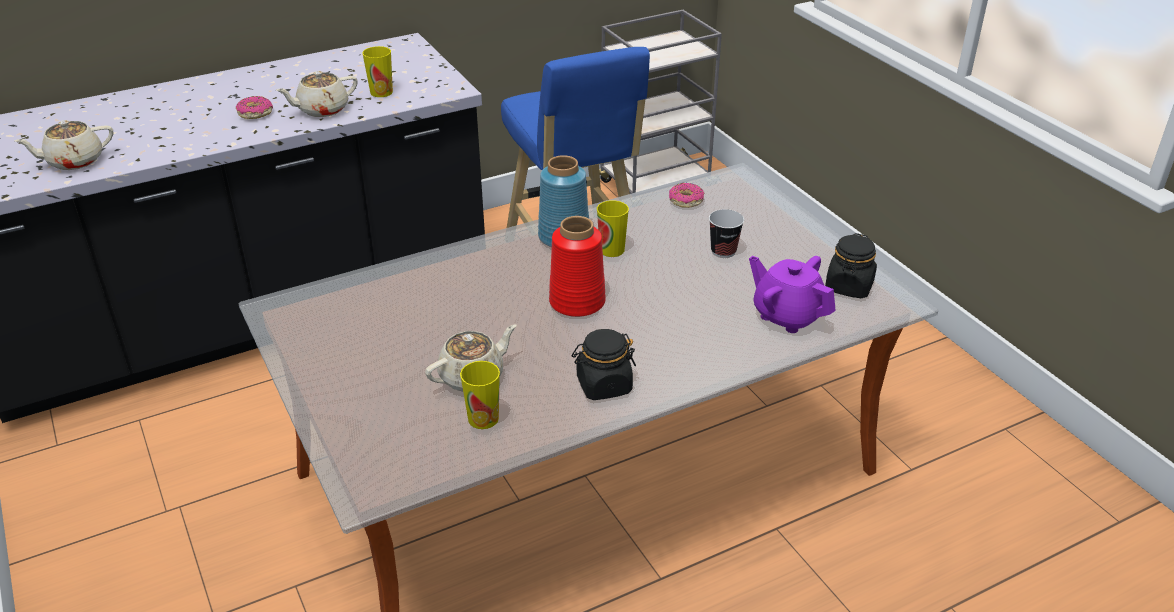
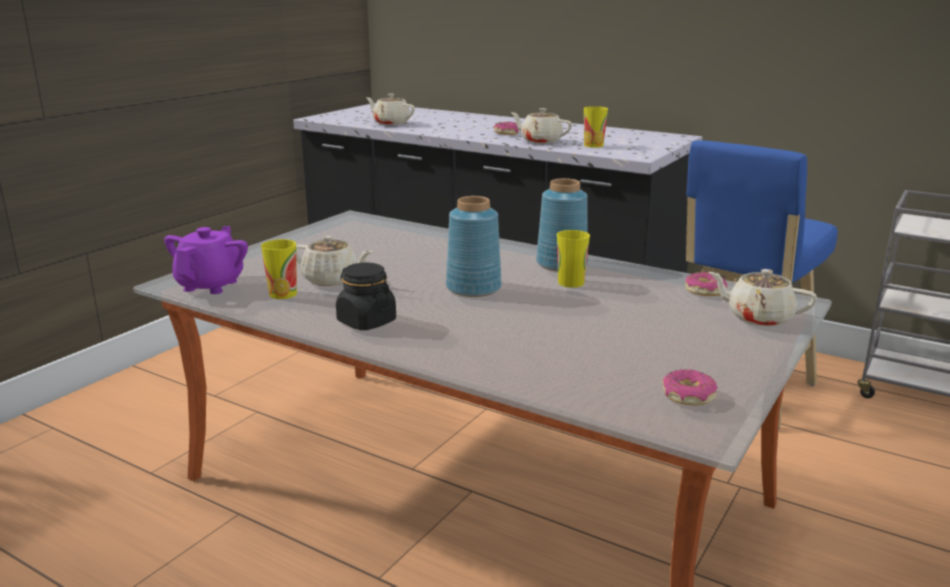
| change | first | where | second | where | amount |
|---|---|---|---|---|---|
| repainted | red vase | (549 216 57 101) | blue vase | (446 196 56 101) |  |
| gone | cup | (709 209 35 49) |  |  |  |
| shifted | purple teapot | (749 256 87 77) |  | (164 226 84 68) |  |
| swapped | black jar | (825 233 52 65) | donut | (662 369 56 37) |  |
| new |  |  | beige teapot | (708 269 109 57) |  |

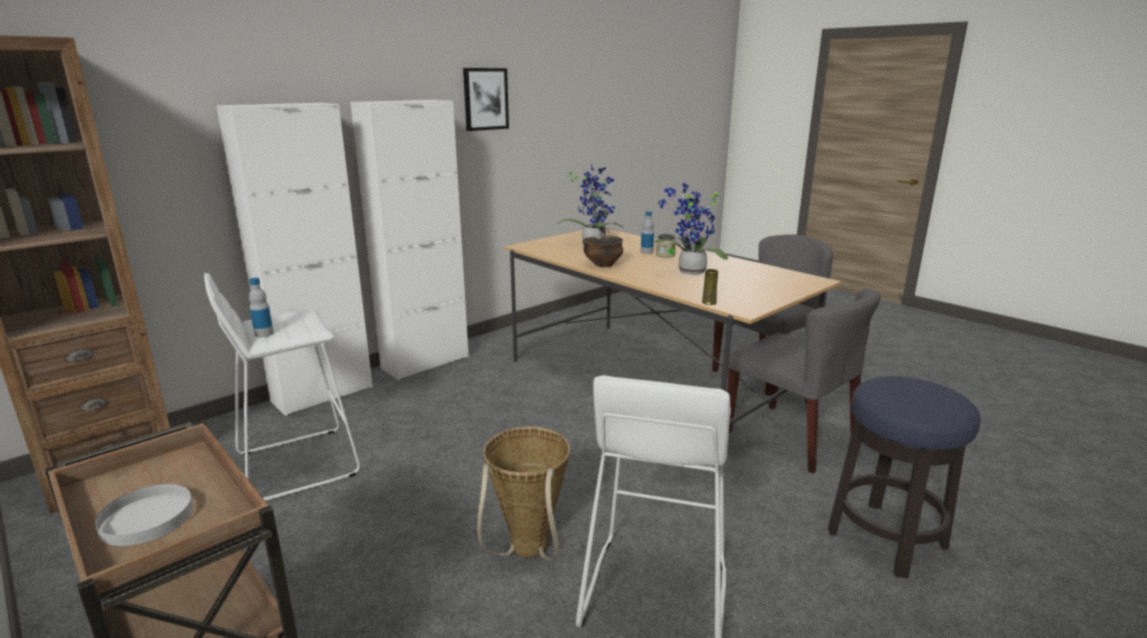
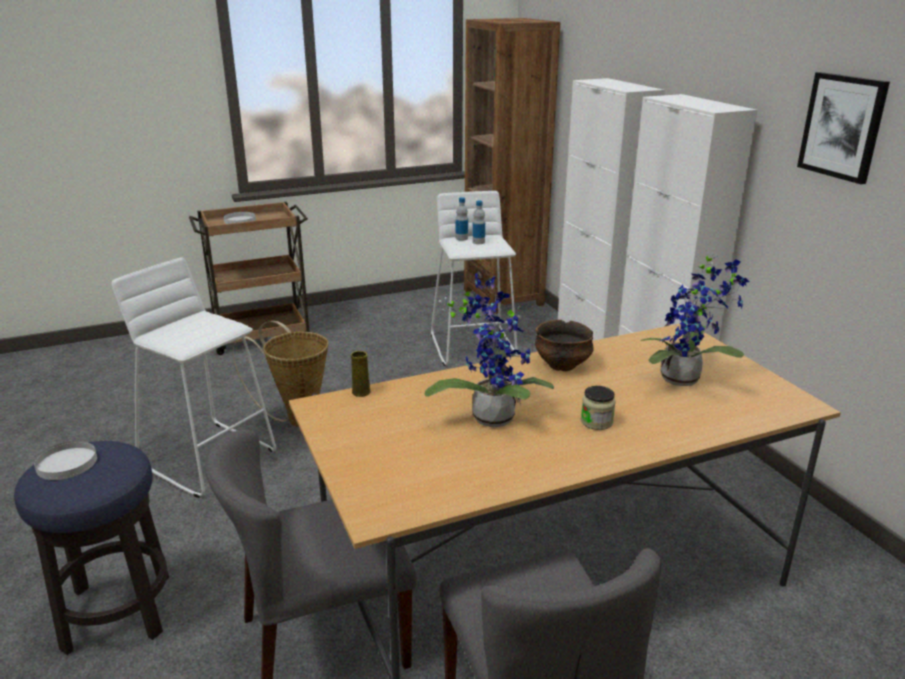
| change | first | where | second | where | amount |
|---|---|---|---|---|---|
| shifted | bottle | (641 211 13 43) |  | (472 201 13 43) |  |
| new |  |  | white plate | (34 441 63 39) |  |

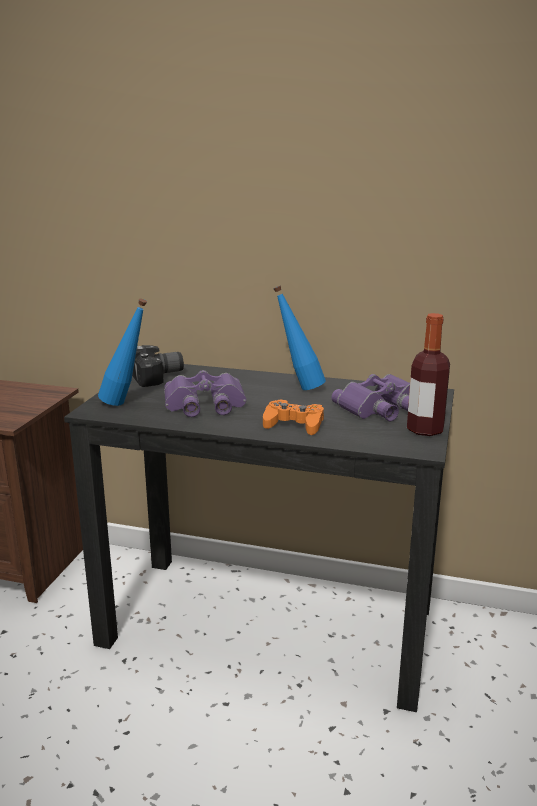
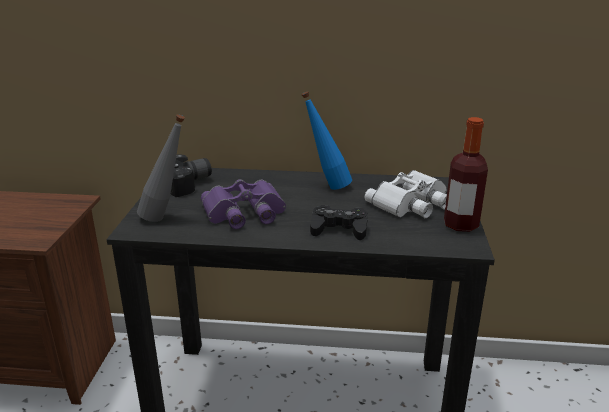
| change | first | where | second | where | amount |
|---|---|---|---|---|---|
| repainted | blue bottle | (98 299 49 107) | grey bottle | (137 115 48 107) |  |
| repainted | orange game controller | (263 400 61 35) | black game controller | (310 205 58 35) |  |
| repainted | purple binoculars | (331 374 79 48) | white binoculars | (364 170 83 48) |  |

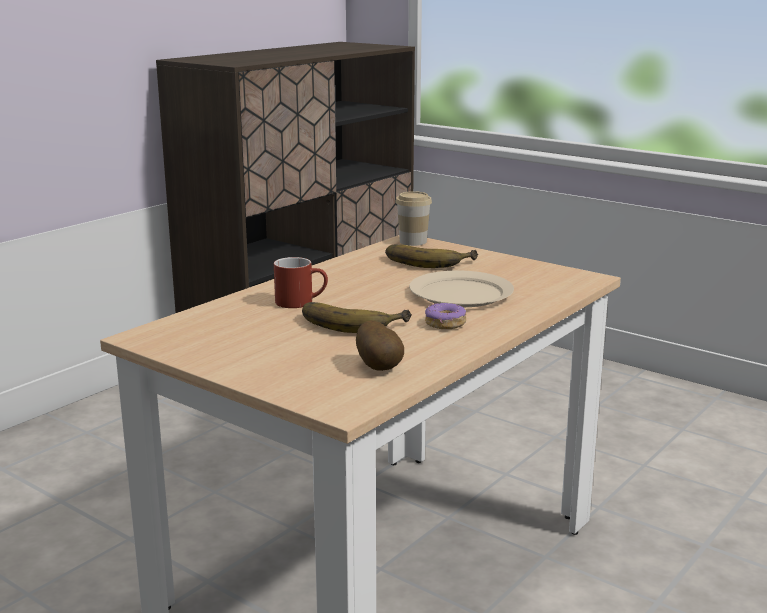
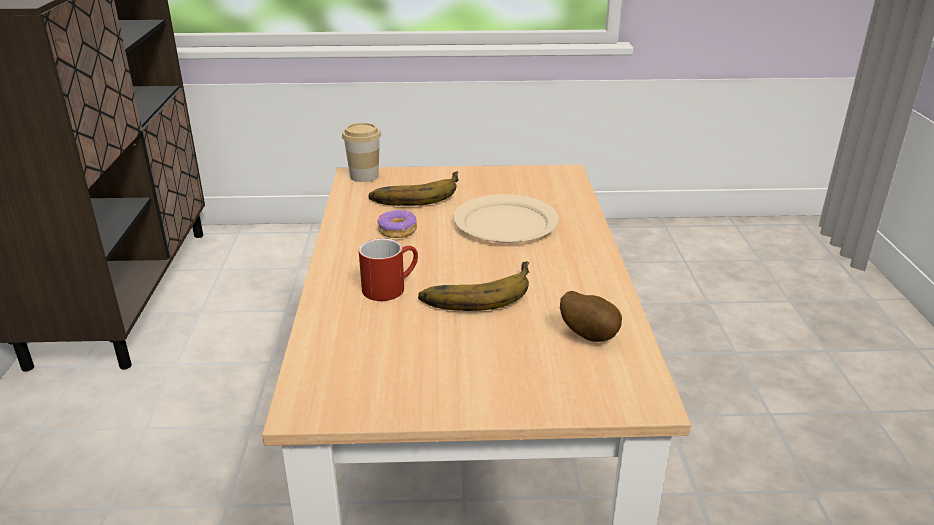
| change | first | where | second | where | amount |
|---|---|---|---|---|---|
| shifted | donut | (425 303 41 26) |  | (377 210 40 28) |  |

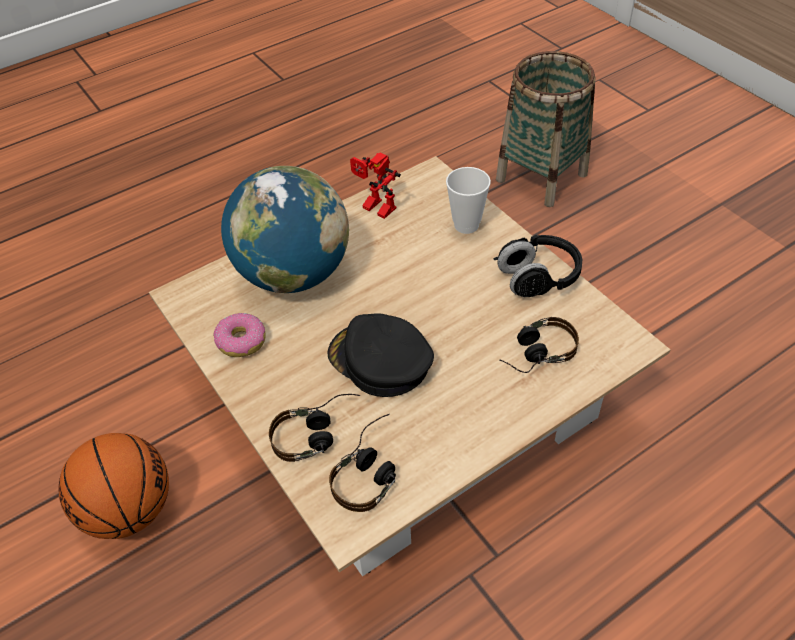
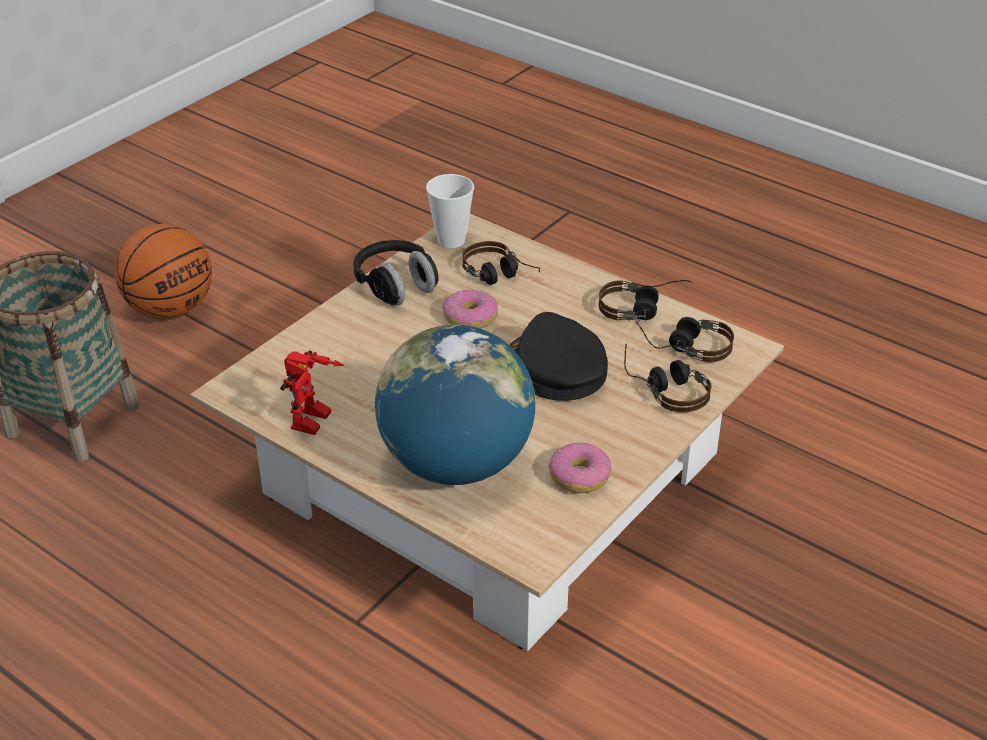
| change | first | where | second | where | amount |
|---|---|---|---|---|---|
| shifted | basketball | (59 433 110 106) |  | (114 224 98 95) |  |
| rotated | black cap | (327 313 107 84) |  | (509 312 99 89) | 135 degrees clockwise |
| shifted | cup | (446 167 45 67) |  | (426 174 48 74) |  |
| new |  |  | donut | (442 290 56 39) |  |
| new |  |  | headphones | (599 280 93 40) |  |

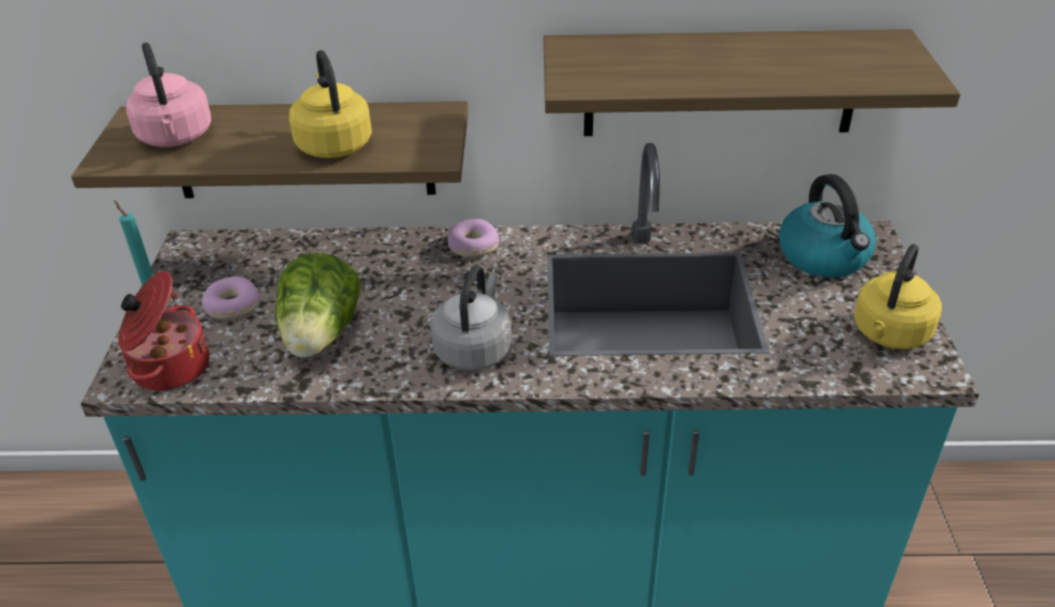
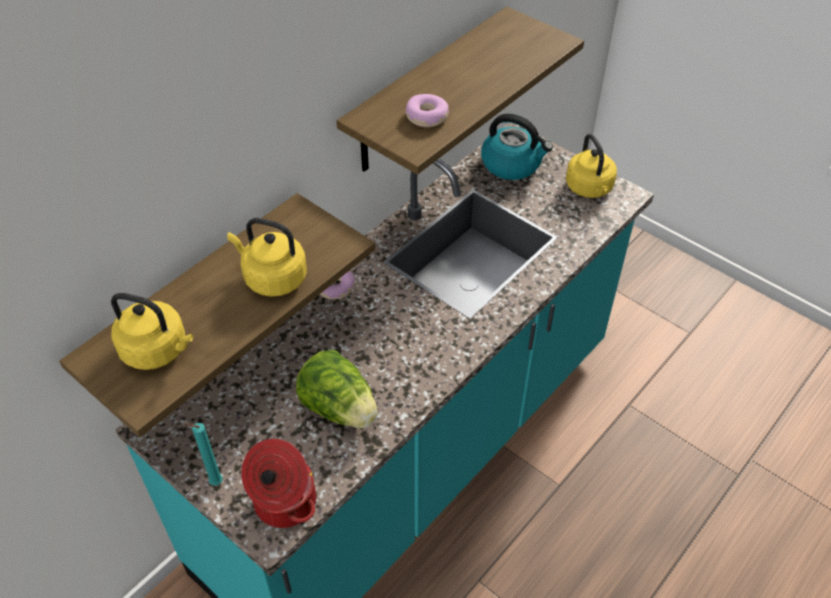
| change | first | where | second | where | amount |
|---|---|---|---|---|---|
| repainted | pink kettle | (126 42 85 105) | yellow kettle | (111 293 82 77) |  |
| shifted | donut | (202 276 58 44) |  | (406 94 43 33) |  |
| gone | grey kettle | (430 265 82 105) |  |  |  |

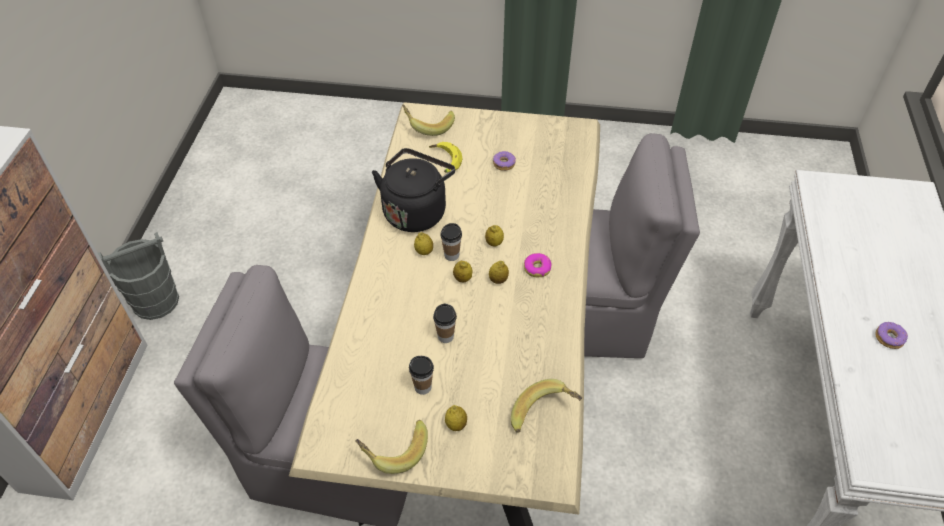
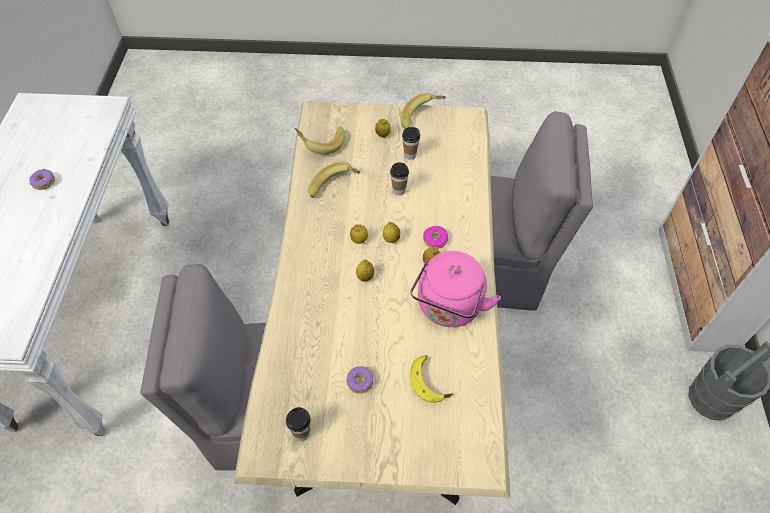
| change | first | where | second | where | amount |
|---|---|---|---|---|---|
| repainted | black kettle | (372 148 83 84) | pink kettle | (410 251 91 76) |  |
| shifted | banana | (402 105 53 31) |  | (308 161 52 37) |  |
| shifted | cup | (440 223 22 38) |  | (286 407 25 34) |  |
| shifted | donut | (524 253 28 24) |  | (423 226 25 23) |  |

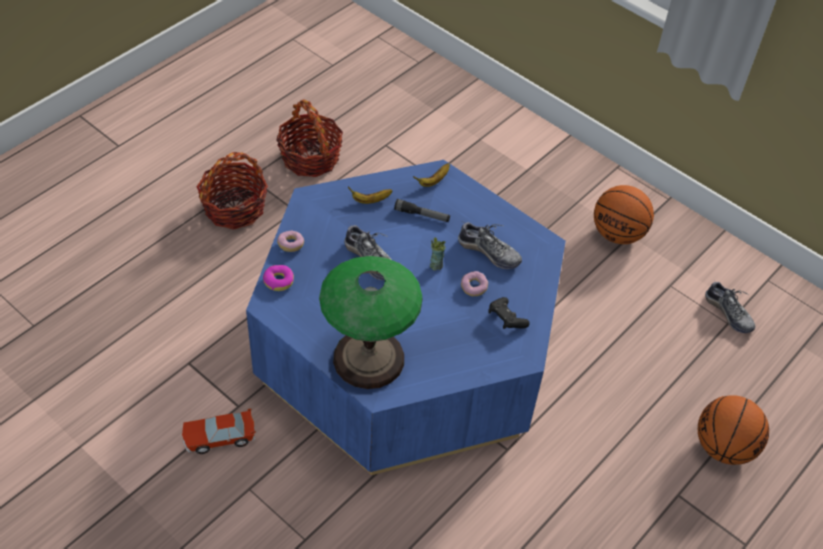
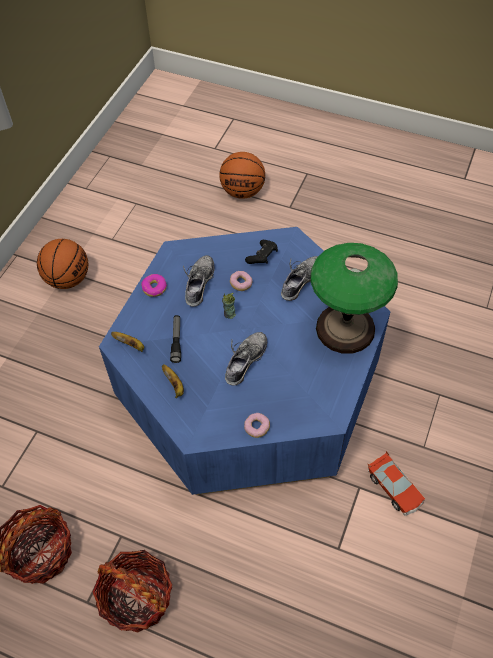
| change | first | where | second | where | amount |
|---|---|---|---|---|---|
| shifted | donut | (263 265 31 26) |  | (141 274 26 23) |  |
| shifted | shoe | (705 279 50 54) |  | (281 256 37 45) |  |

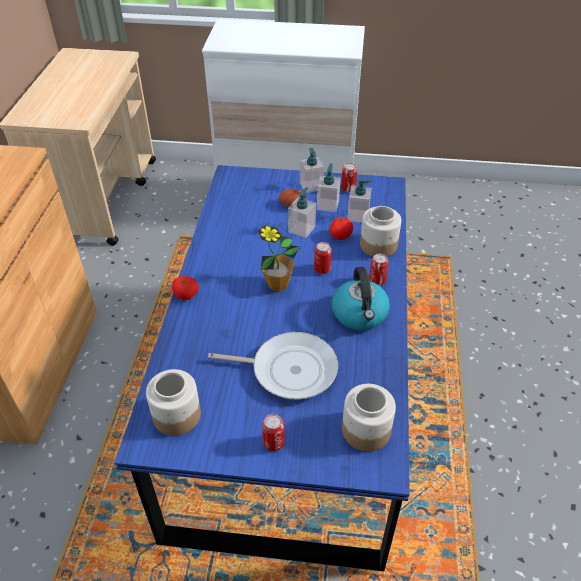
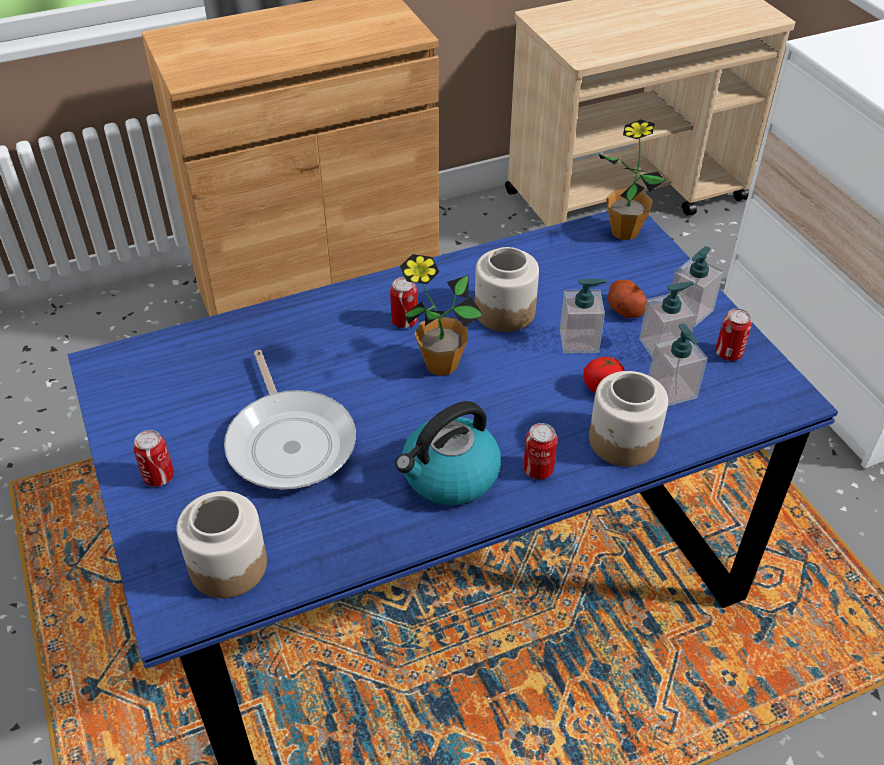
| change | first | where | second | where | amount |
|---|---|---|---|---|---|
| shifted | jar | (146 369 55 67) |  | (475 247 64 85) |  |
| gone | tomato | (172 276 27 24) |  |  |  |
| shifted | can | (314 242 18 32) |  | (390 277 28 51) |  |
| new |  |  | potted plant | (599 119 66 121) |  |

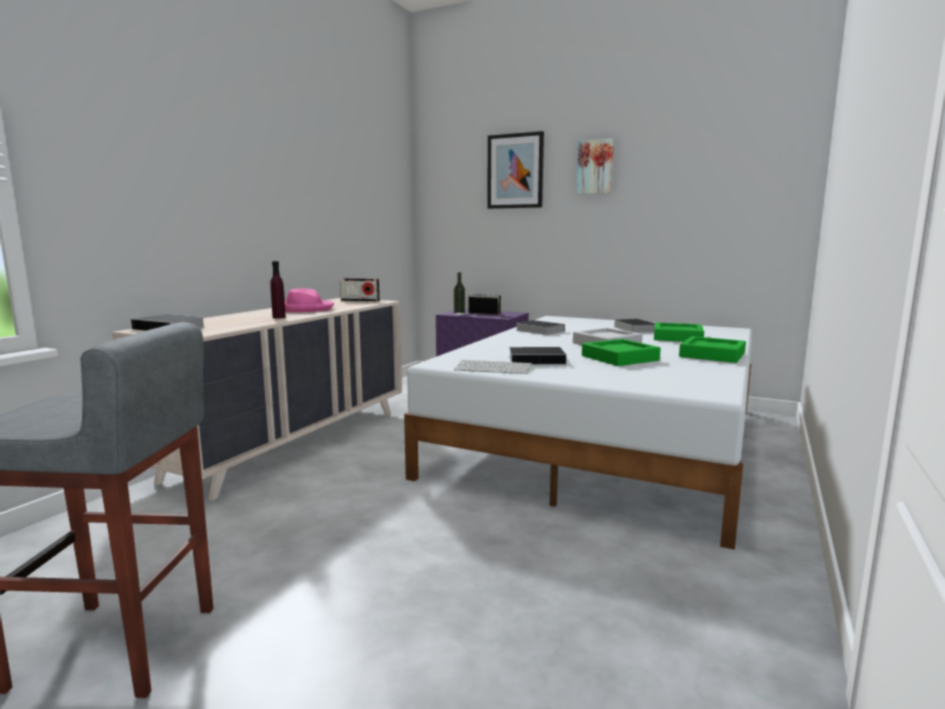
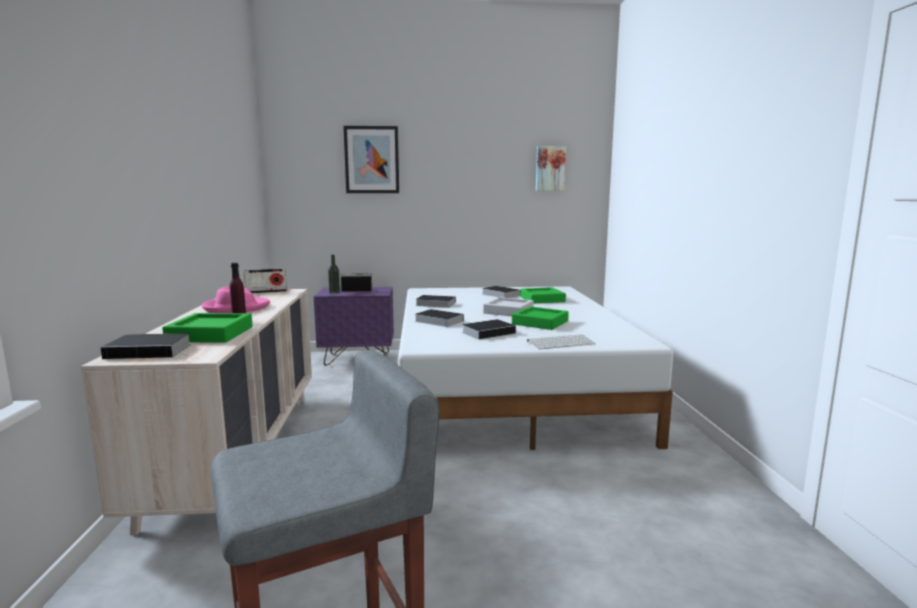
| change | first | where | second | where | amount |
|---|---|---|---|---|---|
| shifted | keyboard | (454 360 78 14) |  | (527 334 68 15) |  |
| shifted | picture | (577 138 37 56) |  | (536 146 30 45) |  |
| shifted | green tray | (679 336 67 27) |  | (162 313 91 30) |  |
| new |  |  | book | (415 309 49 18) |  |

